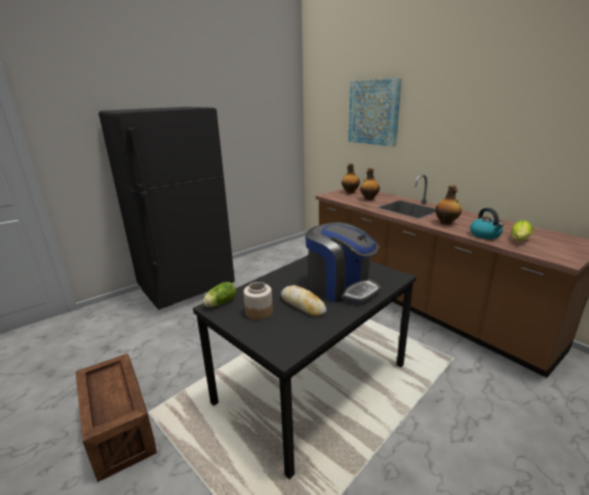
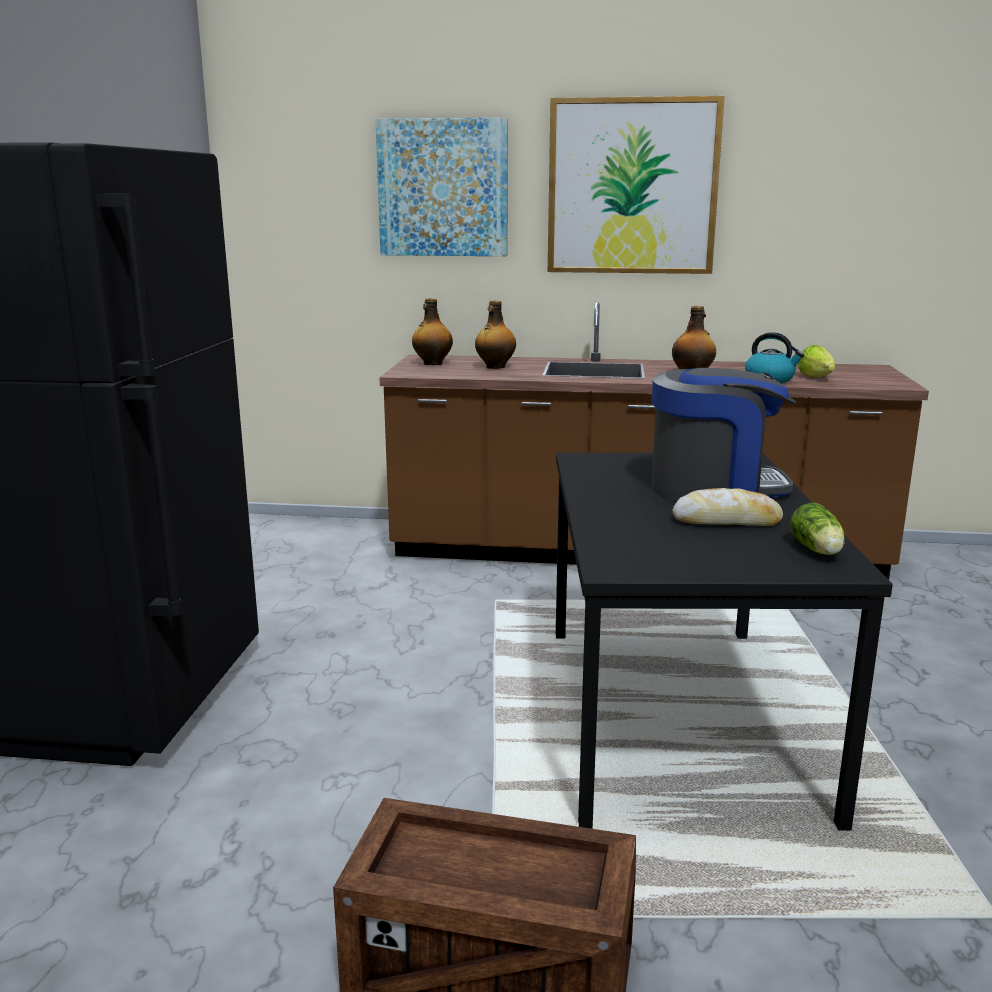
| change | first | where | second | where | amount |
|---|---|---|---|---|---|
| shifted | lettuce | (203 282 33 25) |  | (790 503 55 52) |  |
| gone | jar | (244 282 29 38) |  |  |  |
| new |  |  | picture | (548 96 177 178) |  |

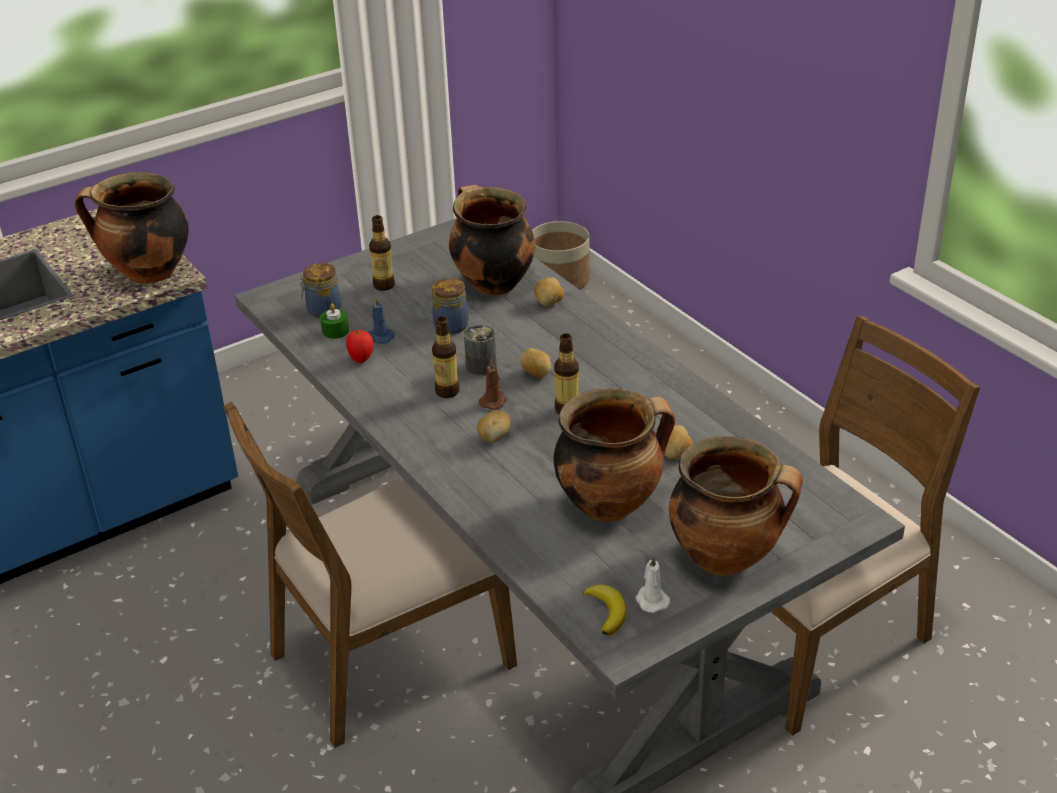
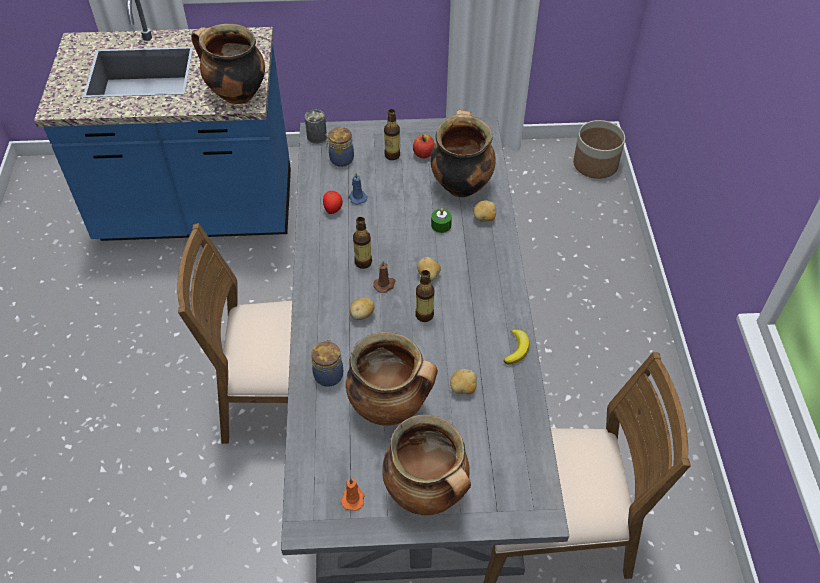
| change | first | where | second | where | amount |
|---|---|---|---|---|---|
| shifted | green candle | (320 304 29 35) |  | (431 208 21 25) |  |
| shifted | jar | (432 278 36 56) |  | (311 340 32 47) |  |
| shifted | can | (464 325 33 51) |  | (305 110 22 34) |  |
| shifted | banana | (583 585 43 51) |  | (504 329 26 36) |  |
| repainted | white candle | (636 555 34 58) | orange candle | (341 478 23 33) |  |
| new |  |  | apple | (413 134 22 25) |  |

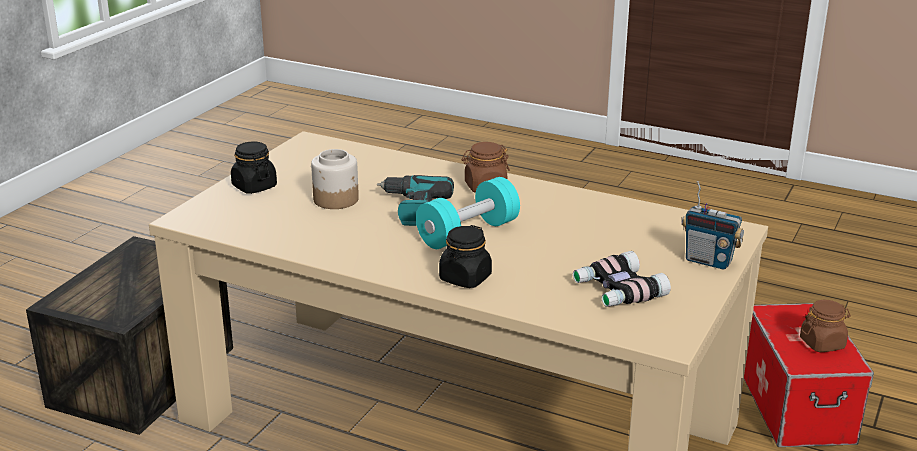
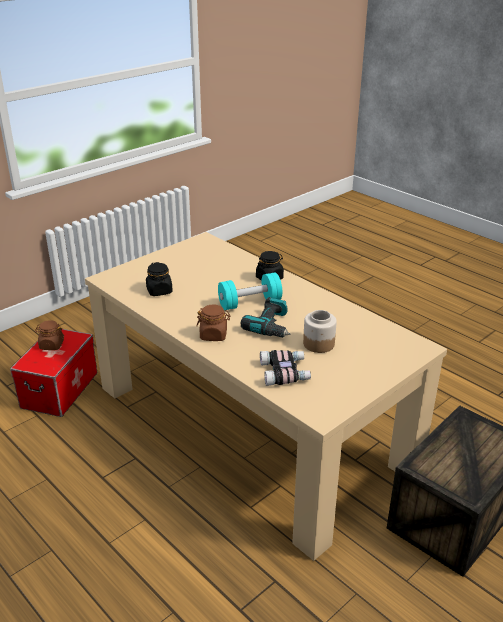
| change | first | where | second | where | amount |
|---|---|---|---|---|---|
| shifted | black jar | (231 141 46 53) |  | (146 262 27 34) |  |
| shifted | binoculars | (573 251 98 56) |  | (260 350 51 36) |  |
| gone | radio | (682 181 62 89) |  |  |  |

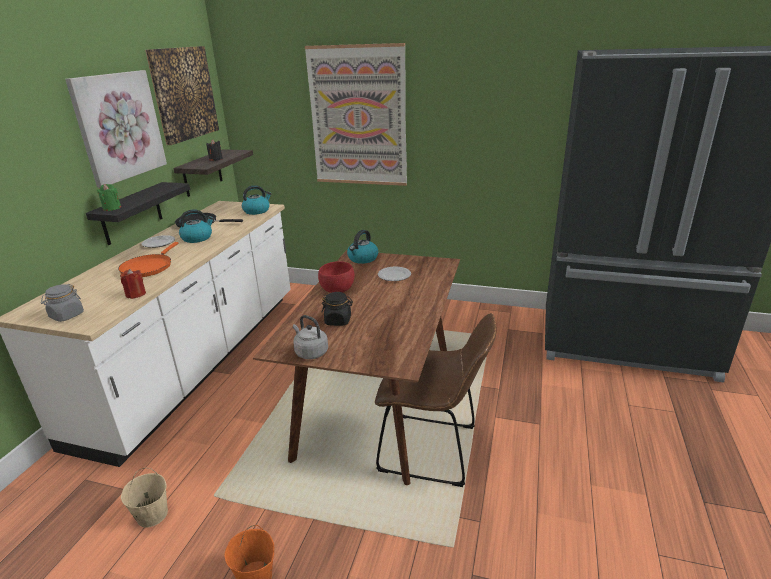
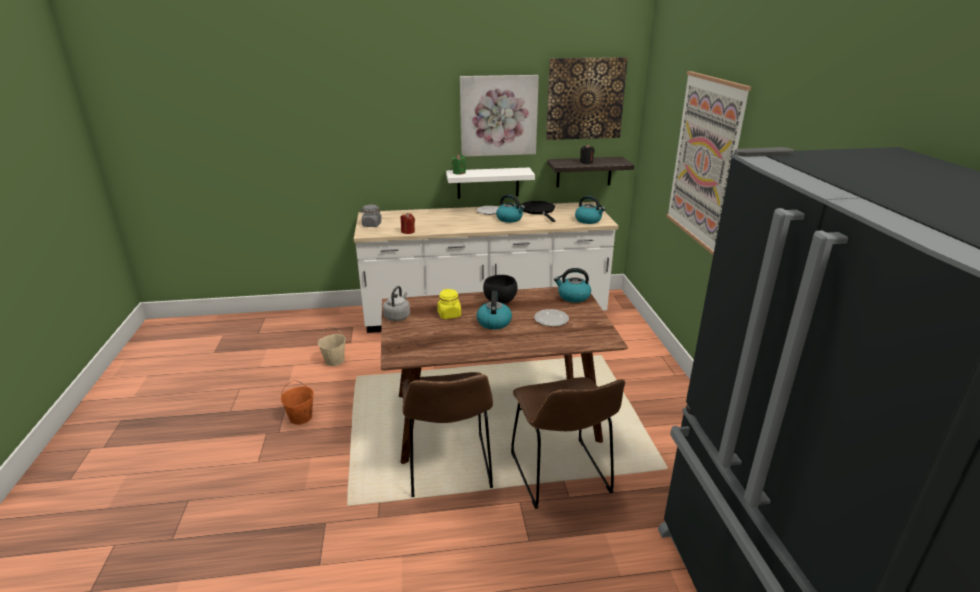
| change | first | where | second | where | amount |
|---|---|---|---|---|---|
| repainted | black shelf | (86 182 104 63) | white shelf | (446 167 89 32) |  |
| gone | orange frying pan | (118 242 61 35) |  |  |  |
| repainted | red bowl | (318 261 37 32) | black bowl | (483 275 35 29) |  |
| repainted | black jar | (322 292 31 34) | yellow jar | (437 289 24 30) |  |
| new |  |  | kettle | (476 291 36 39) |  |
| new |  |  | brown chair | (511 377 114 132) |  |

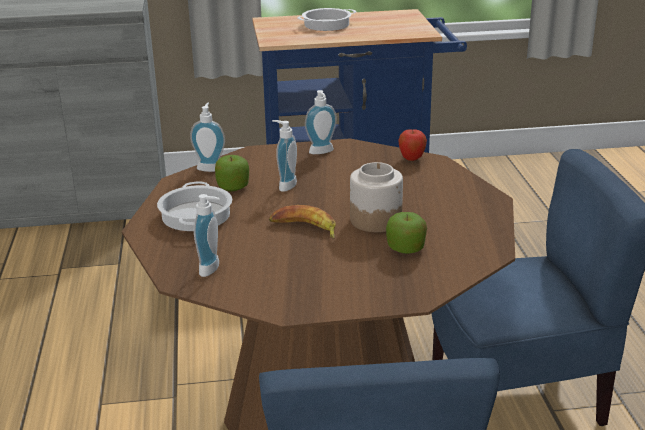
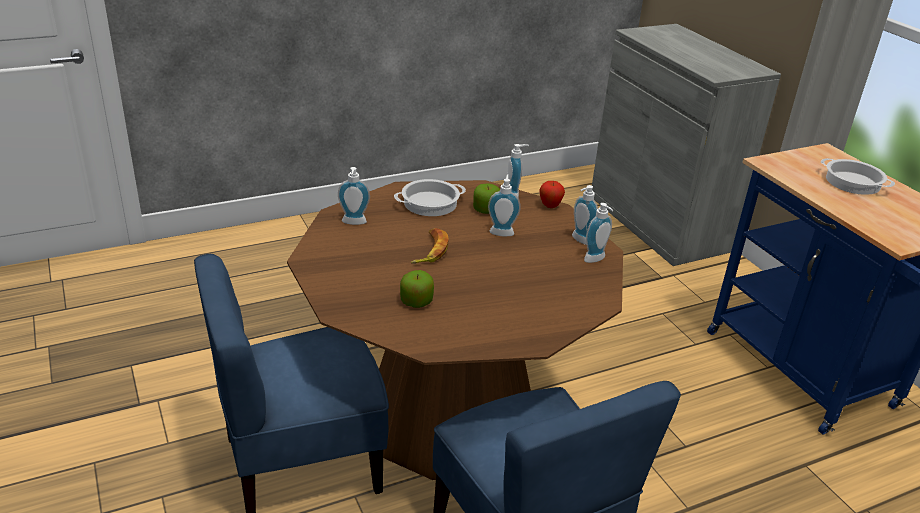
| change | first | where | second | where | amount |
|---|---|---|---|---|---|
| gone | jar | (350 162 53 70) |  |  |  |
| shifted | apple | (398 129 29 32) |  | (539 181 26 27) |  |
| new |  |  | soap dispenser | (584 203 29 60) |  |

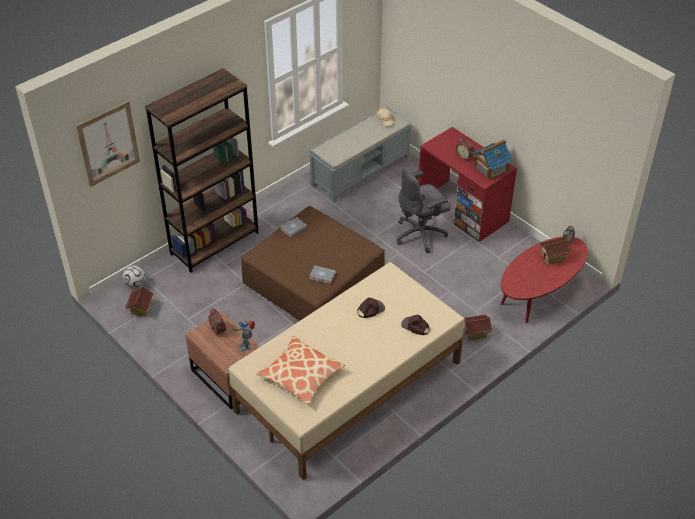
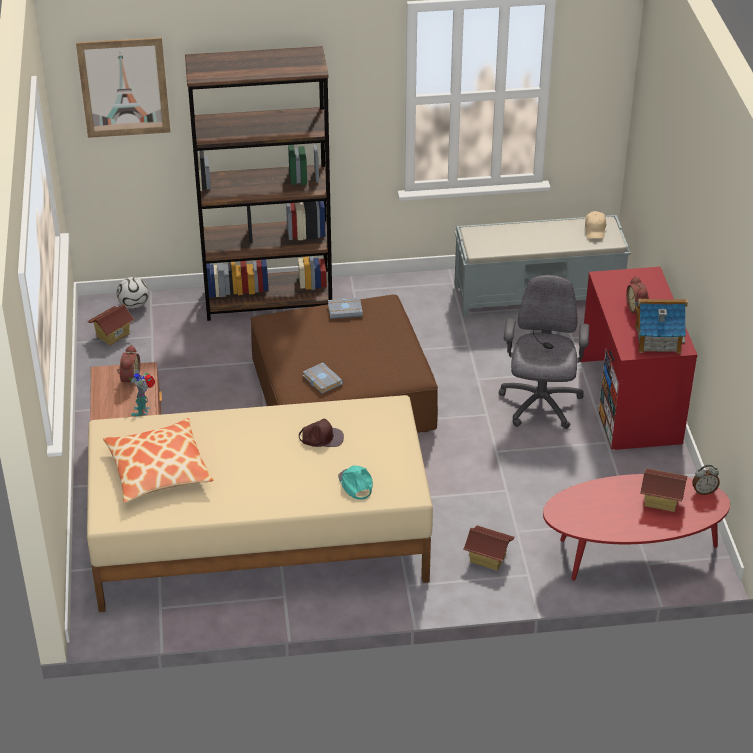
| change | first | where | second | where | amount |
|---|---|---|---|---|---|
| rotated | grey office chair | (397 168 54 85) |  | (498 275 91 154) | 90 degrees clockwise |
| repainted | brown cap | (401 315 29 20) | turquoise cap | (338 465 35 35) |  |

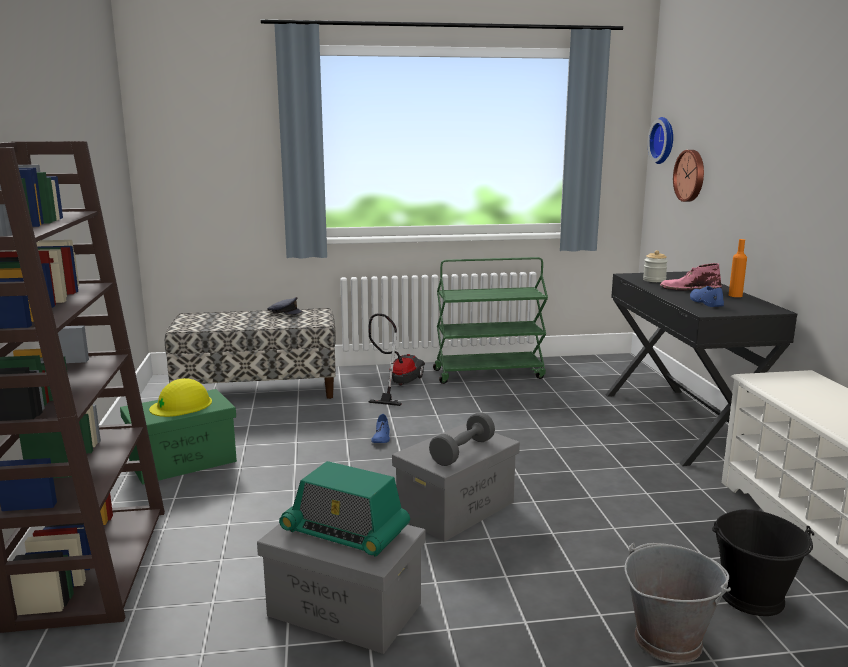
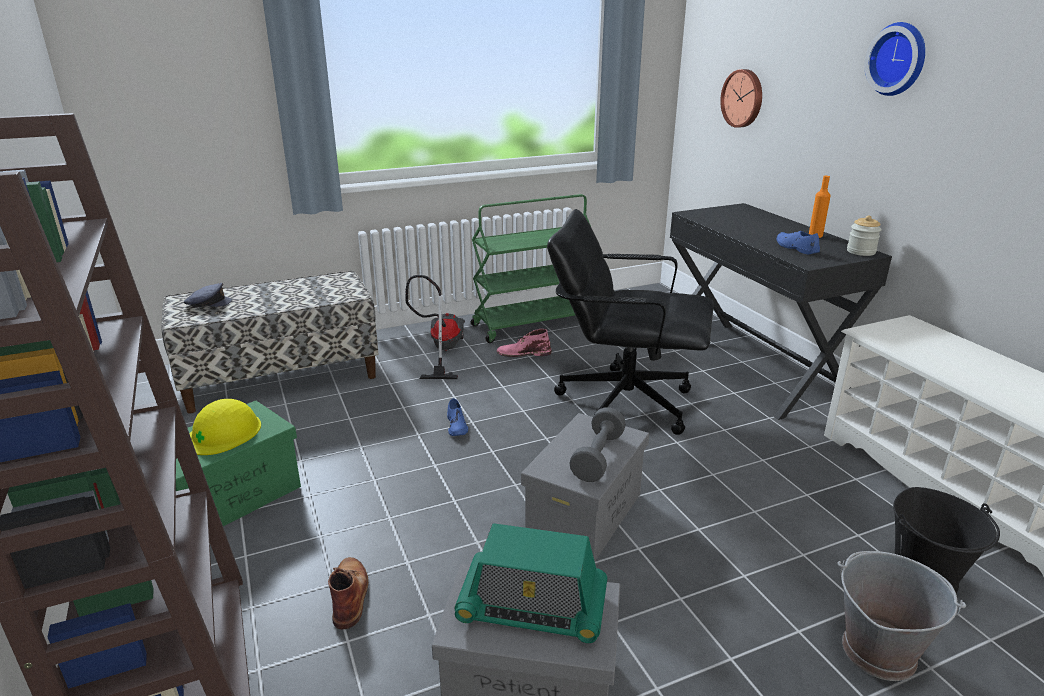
| change | first | where | second | where | amount |
|---|---|---|---|---|---|
| shifted | grey cap | (267 297 35 17) |  | (184 283 48 25) |  |
| shifted | jar | (643 250 25 32) |  | (847 215 35 41) |  |
| shifted | wall clock | (647 117 26 47) |  | (864 22 61 74) |  |
| shifted | pink boot | (660 263 62 27) |  | (497 329 54 28) |  |
| new |  |  | brown boot | (328 557 41 72) |  |
| new |  |  | black office chair | (547 209 167 226) |  |

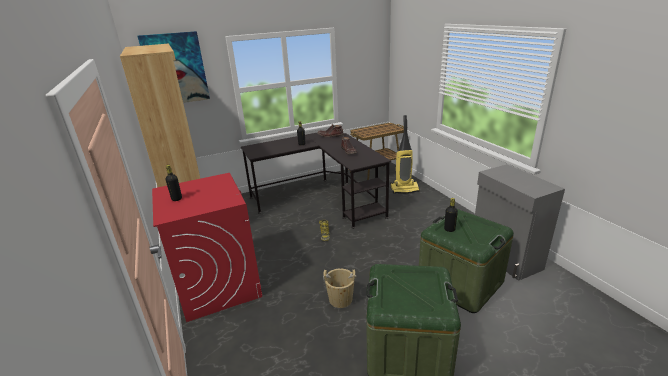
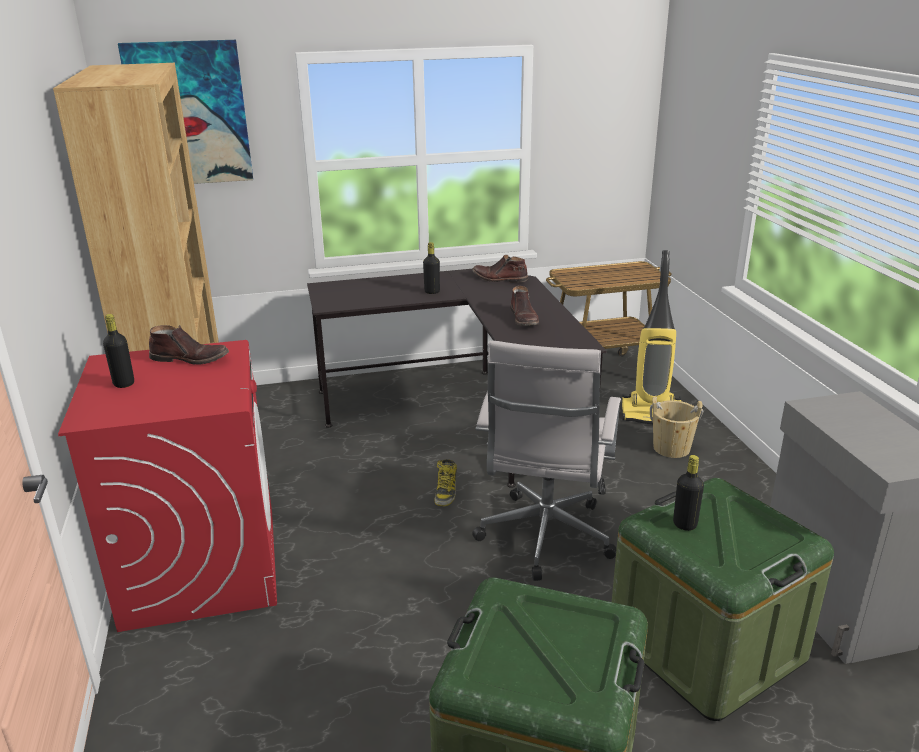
| change | first | where | second | where | amount |
|---|---|---|---|---|---|
| shifted | beige bucket | (323 269 34 39) |  | (650 396 53 62) |  |
| new |  |  | brown boot | (149 325 80 40) |  |
| new |  |  | white office chair | (472 341 149 240) |  |

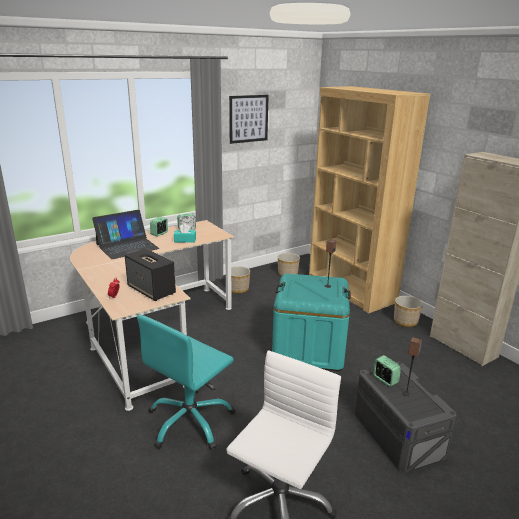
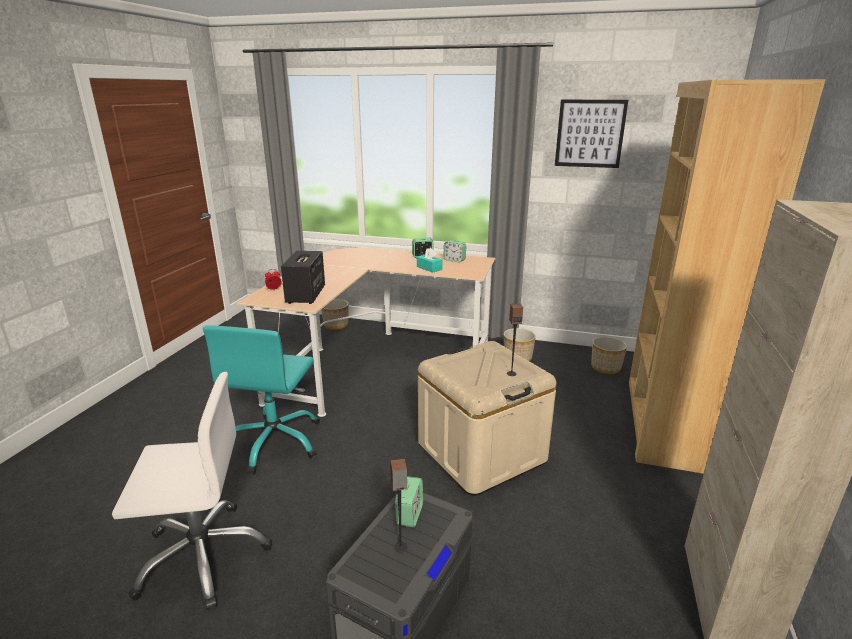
| change | first | where | second | where | amount |
|---|---|---|---|---|---|
| gone | laptop | (92 210 67 49) |  |  |  |
| rotated | turquoise office chair | (137 315 98 135) |  | (203 325 117 149) | 75 degrees counterclockwise |
| repainted | turquoise storage box | (272 274 79 97) | beige storage box | (418 341 139 155) |  |
| shifted | planter | (394 296 29 31) |  | (321 299 28 31) |  |

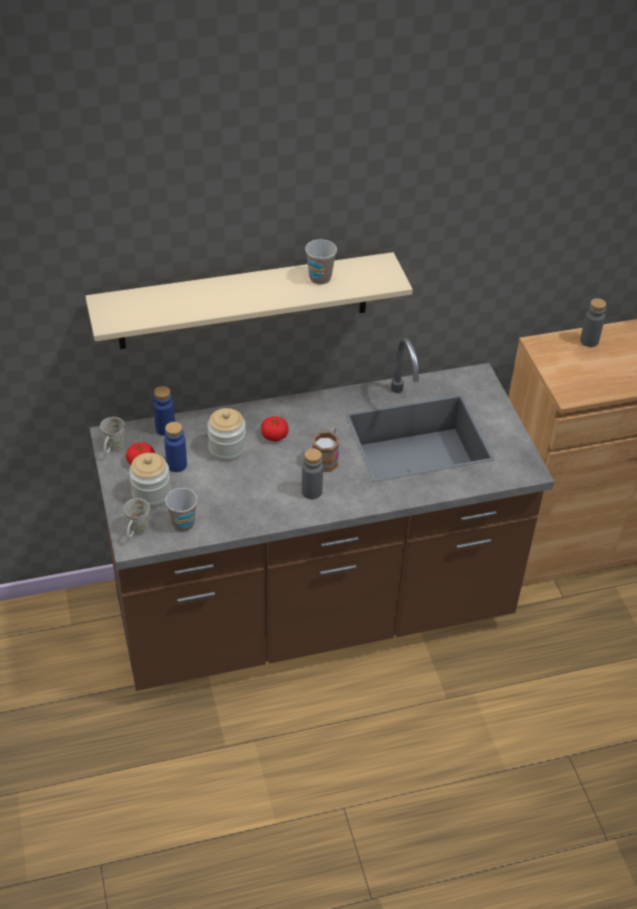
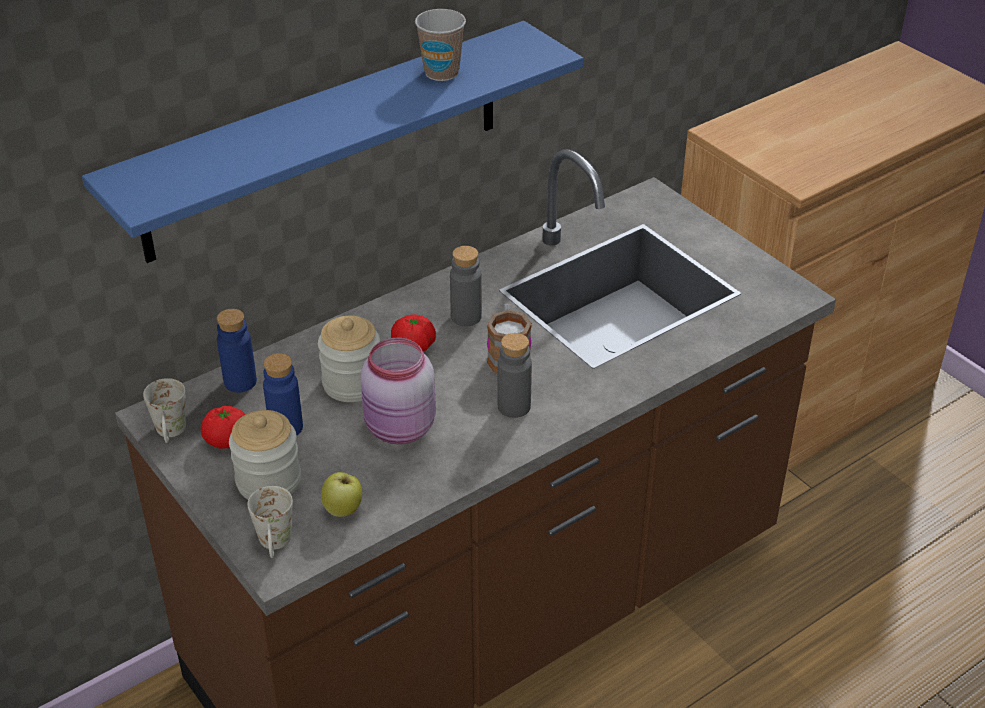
| change | first | where | second | where | amount |
|---|---|---|---|---|---|
| repainted | beige shelf | (85 252 328 97) | blue shelf | (82 21 501 242) |  |
| swapped | cup | (165 488 33 44) | apple | (321 472 41 45) |  |
| shifted | grey bottle | (580 298 26 49) |  | (450 246 32 80) |  |
| new |  |  | pink jar | (360 338 76 106) |  |

